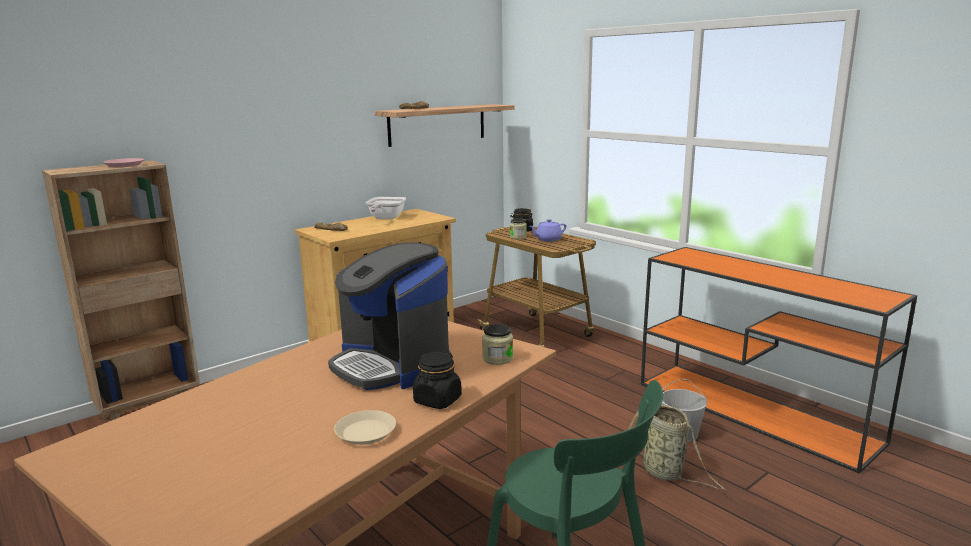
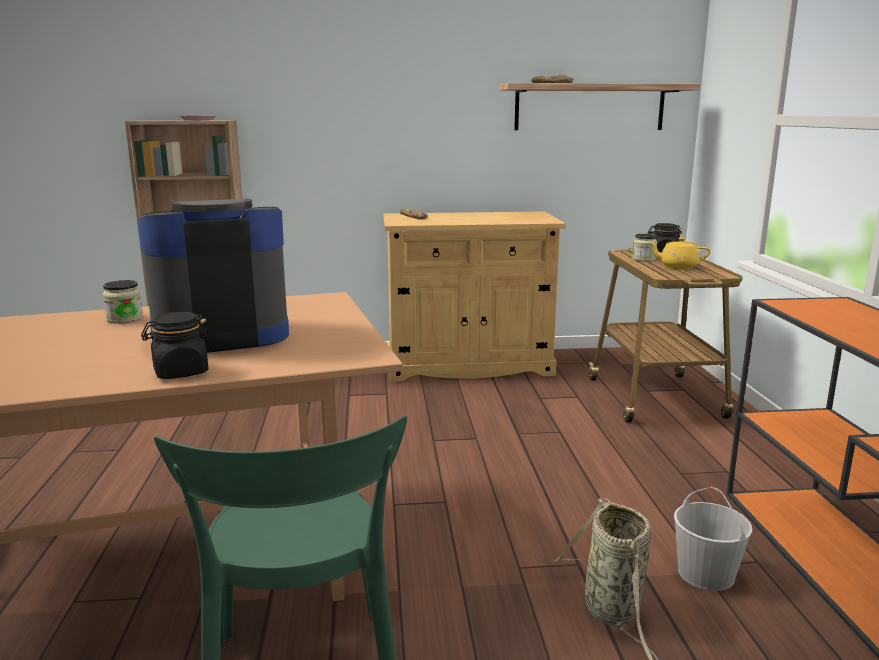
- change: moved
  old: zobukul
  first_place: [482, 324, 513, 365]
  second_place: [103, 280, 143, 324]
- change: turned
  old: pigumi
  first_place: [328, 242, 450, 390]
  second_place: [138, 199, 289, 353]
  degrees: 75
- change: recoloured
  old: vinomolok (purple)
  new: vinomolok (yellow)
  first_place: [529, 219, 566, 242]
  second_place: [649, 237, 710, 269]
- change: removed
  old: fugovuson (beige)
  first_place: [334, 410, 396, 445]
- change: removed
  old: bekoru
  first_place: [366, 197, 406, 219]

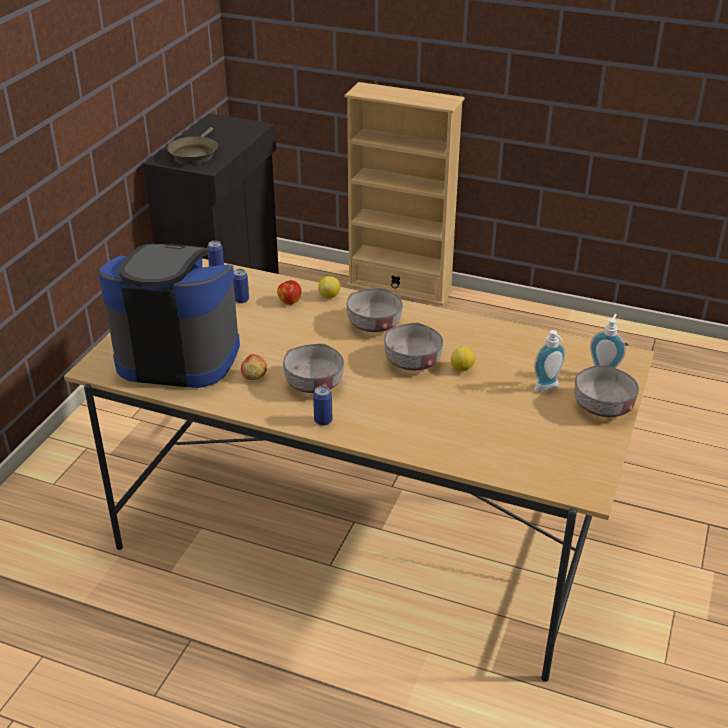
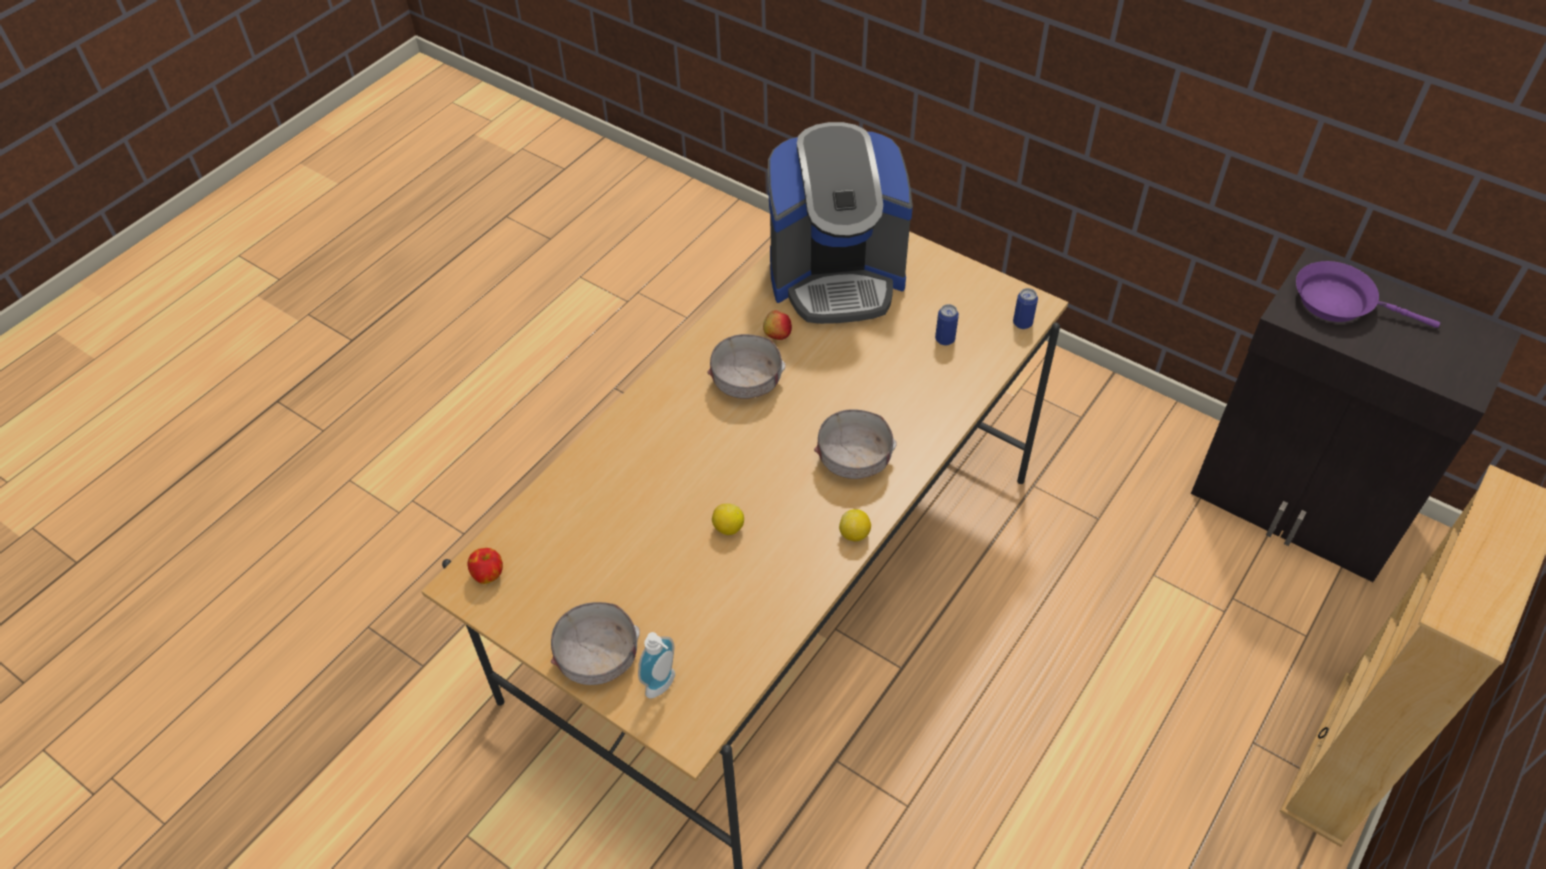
- change: moved
  old: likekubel
  first_place: [277, 280, 302, 305]
  second_place: [468, 548, 503, 584]
- change: turned
  old: pigumi
  first_place: [98, 244, 240, 388]
  second_place: [768, 122, 913, 324]
  degrees: 60
- change: moved
  old: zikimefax
  first_place: [318, 276, 340, 298]
  second_place: [839, 509, 871, 542]
- change: recoloured
  old: bekoru (brown)
  new: bekoru (purple)
  first_place: [167, 127, 218, 165]
  second_place: [1296, 261, 1440, 328]
- change: removed
  old: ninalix
  first_place: [313, 386, 332, 425]
- change: removed
  old: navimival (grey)
  first_place: [384, 323, 443, 370]
- change: removed
  old: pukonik
  first_place: [534, 330, 565, 393]

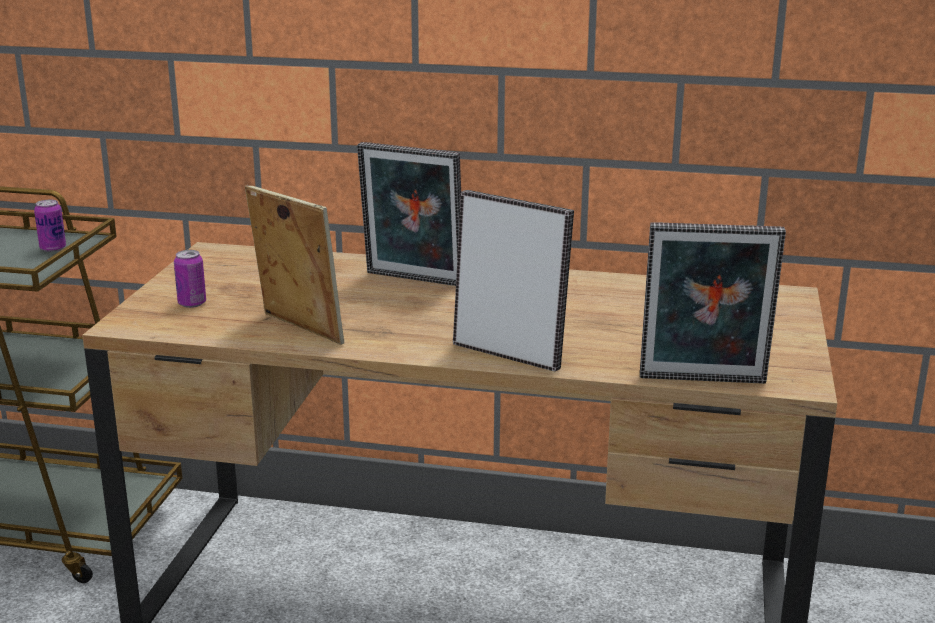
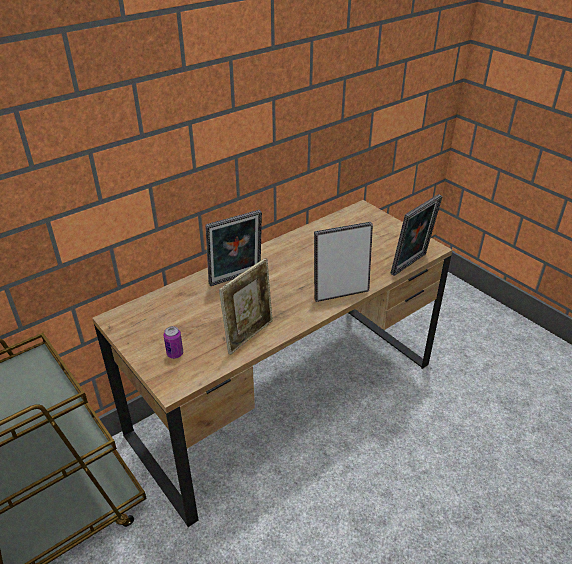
- change: turned
  old: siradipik
  first_place: [245, 185, 344, 345]
  second_place: [219, 258, 273, 355]
  degrees: 135
- change: removed
  old: ninalix
  first_place: [34, 200, 66, 252]

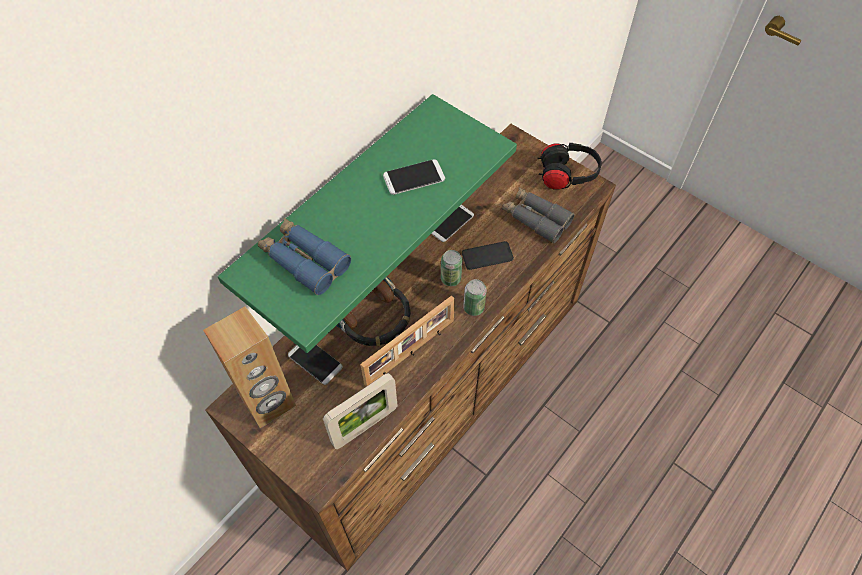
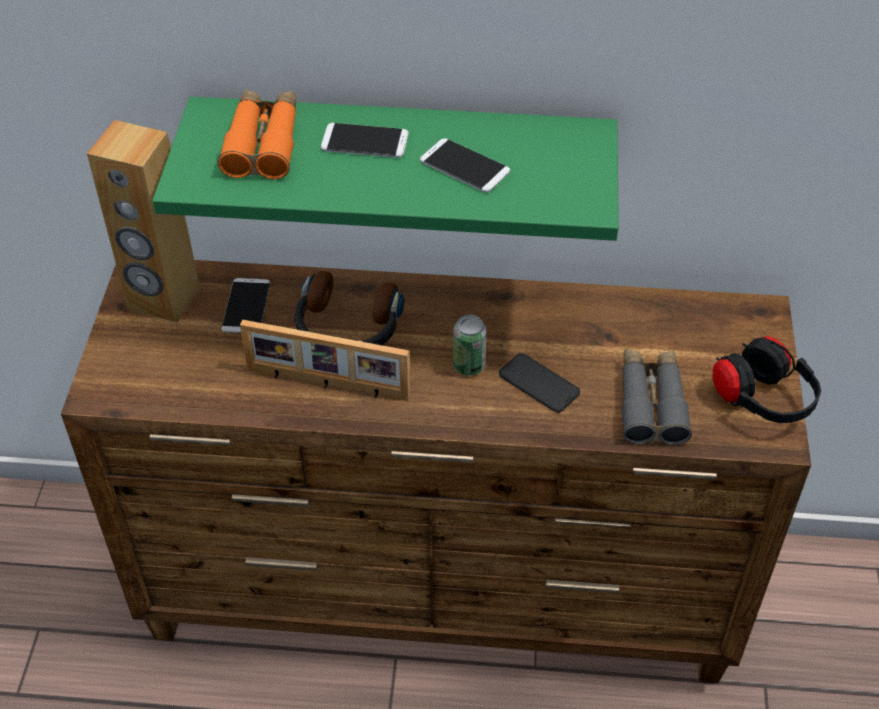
- change: recoloured
  old: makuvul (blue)
  new: makuvul (orange)
  first_place: [258, 218, 351, 295]
  second_place: [218, 90, 296, 179]
- change: moved
  old: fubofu
  first_place: [431, 204, 474, 242]
  second_place: [321, 123, 409, 158]
- change: removed
  old: siradipik
  first_place: [323, 373, 398, 449]
- change: removed
  old: ninalix
  first_place: [463, 279, 487, 316]

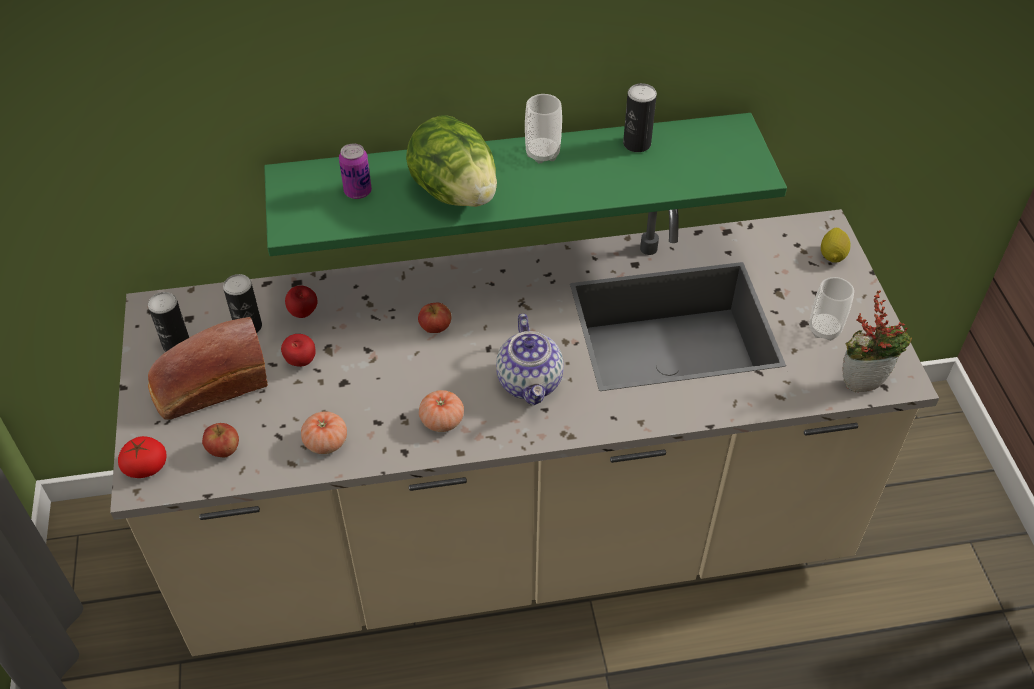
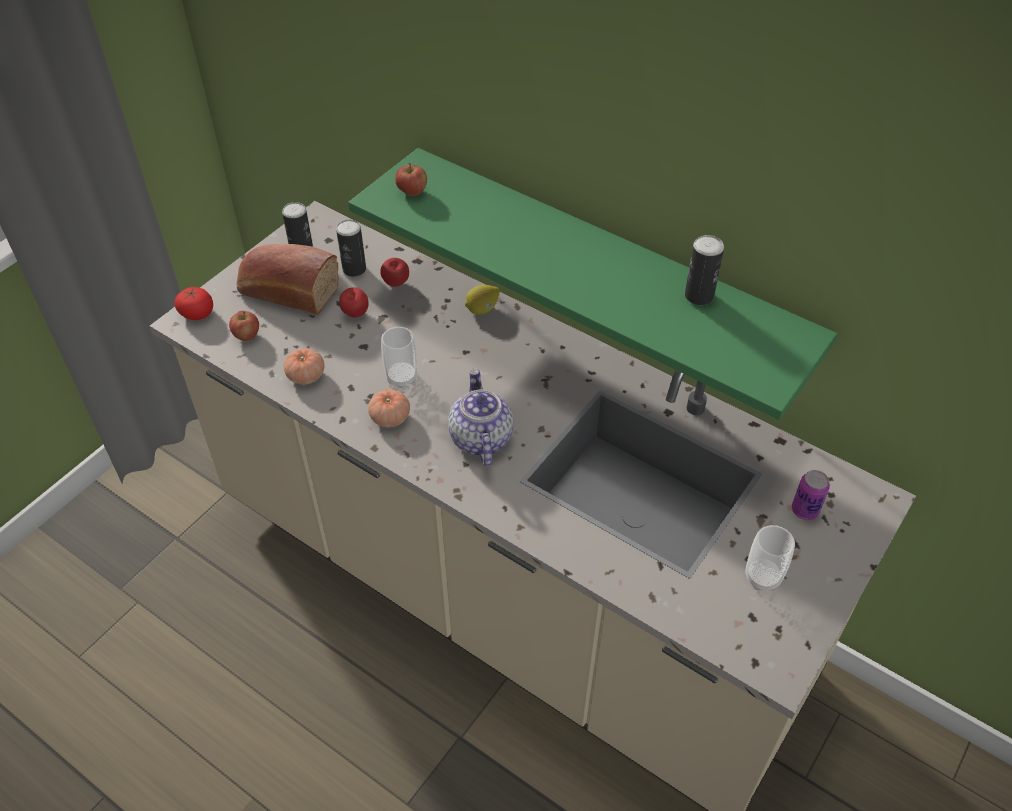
- change: moved
  old: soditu
  first_place: [525, 94, 562, 164]
  second_place: [381, 327, 418, 388]
- change: moved
  old: likekubel
  first_place: [418, 303, 451, 333]
  second_place: [395, 163, 427, 196]
- change: turned
  old: vinomolok
  first_place: [496, 314, 564, 406]
  second_place: [448, 369, 514, 466]
  degrees: 135
- change: moved
  old: zikimefax
  first_place: [821, 228, 851, 263]
  second_place: [465, 285, 500, 314]
- change: moved
  old: ninalix
  first_place: [339, 143, 372, 199]
  second_place: [792, 470, 830, 520]
- change: removed
  old: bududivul
  first_place: [406, 115, 497, 207]
- change: removed
  old: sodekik
  first_place: [842, 290, 912, 392]

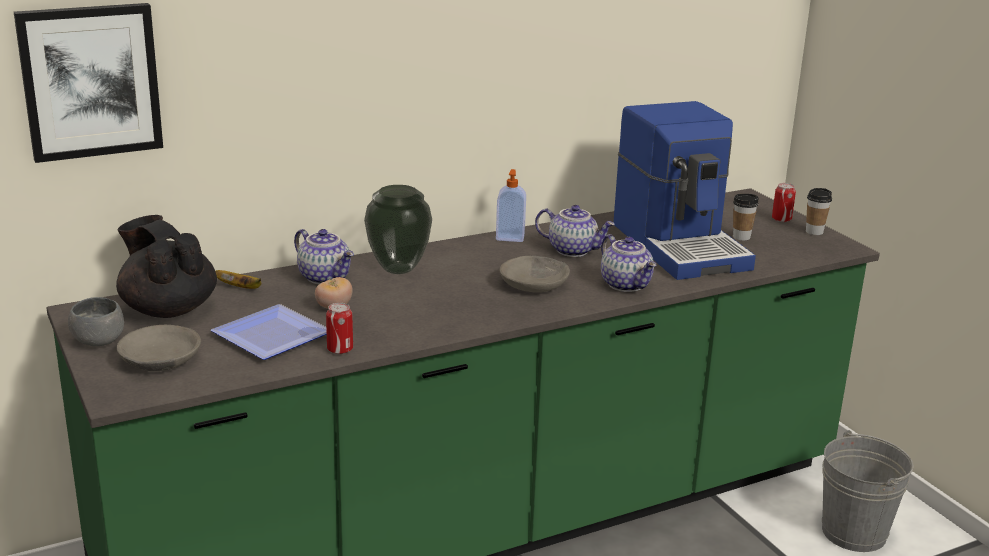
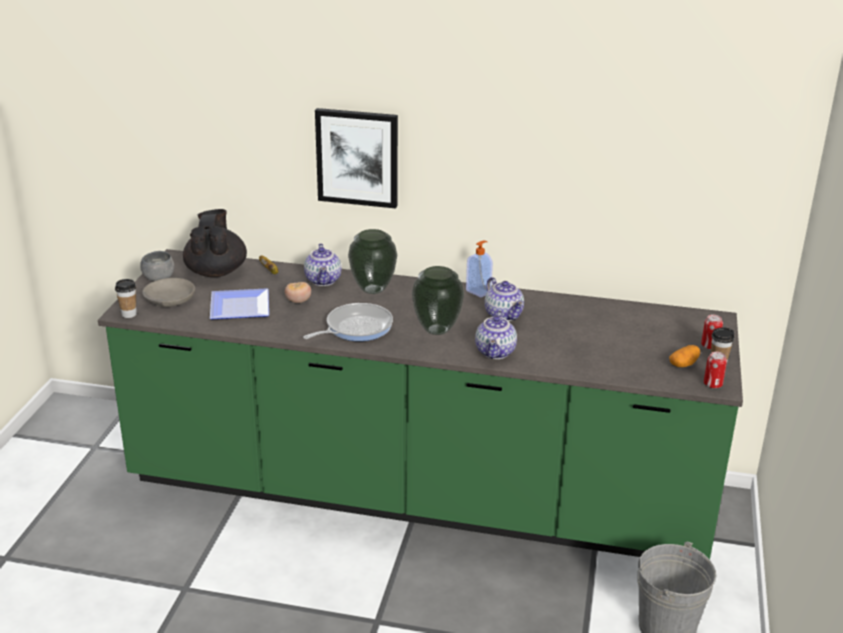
- change: moved
  old: soditu
  first_place: [733, 194, 759, 241]
  second_place: [115, 279, 137, 318]
- change: added
  new: bekoru
  second_place: [303, 303, 393, 341]
- change: moved
  old: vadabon
  first_place: [14, 3, 163, 163]
  second_place: [315, 108, 398, 208]
- change: replaced
  old: navimival (grey)
  new: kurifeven
  first_place: [500, 256, 570, 292]
  second_place: [412, 266, 464, 335]
- change: added
  new: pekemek
  second_place: [669, 345, 700, 367]
- change: moved
  old: ninalix
  first_place: [326, 303, 353, 354]
  second_place: [704, 351, 727, 389]
- change: removed
  old: pigumi
  first_place: [613, 101, 756, 280]

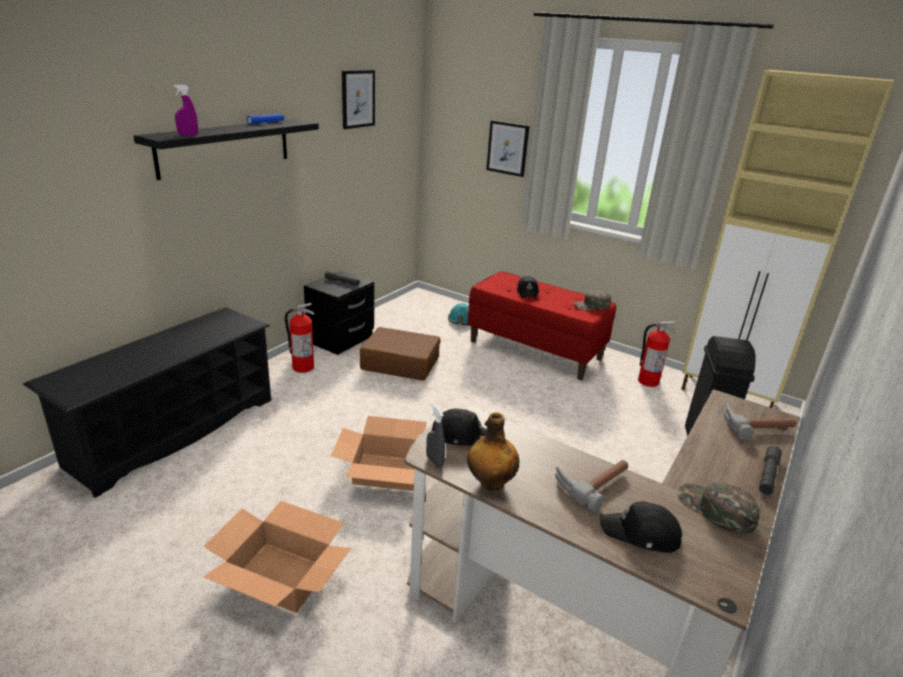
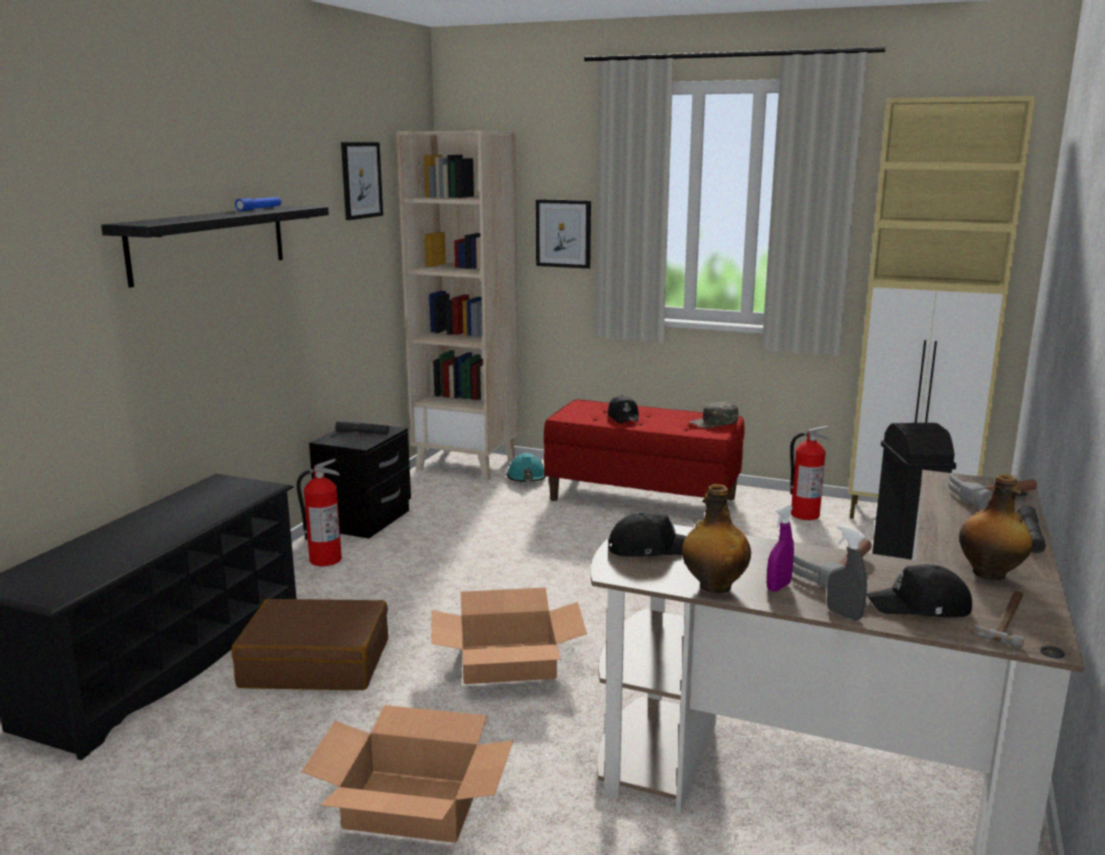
- change: moved
  old: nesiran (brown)
  first_place: [360, 327, 440, 381]
  second_place: [231, 599, 388, 690]
- change: added
  new: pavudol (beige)
  second_place: [396, 131, 519, 480]
- change: moved
  old: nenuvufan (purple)
  first_place: [173, 85, 198, 136]
  second_place: [767, 504, 794, 592]
- change: moved
  old: nenuvufan (grey)
  first_place: [426, 404, 445, 468]
  second_place: [827, 525, 867, 621]
- change: replaced
  old: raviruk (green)
  new: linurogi
  first_place: [678, 482, 760, 534]
  second_place: [959, 474, 1032, 580]
- change: added
  new: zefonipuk
  second_place: [970, 591, 1024, 649]

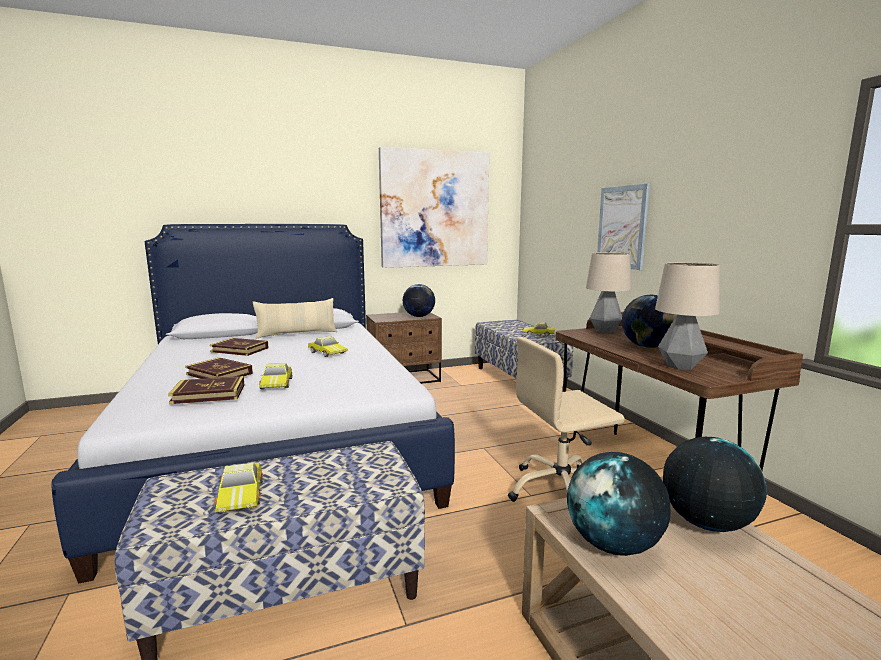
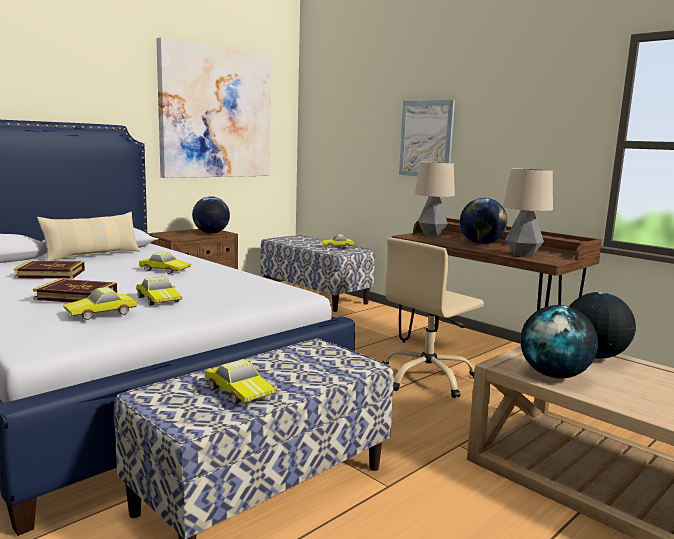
- change: replaced
  old: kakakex
  new: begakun
  first_place: [168, 376, 245, 404]
  second_place: [64, 287, 137, 320]

